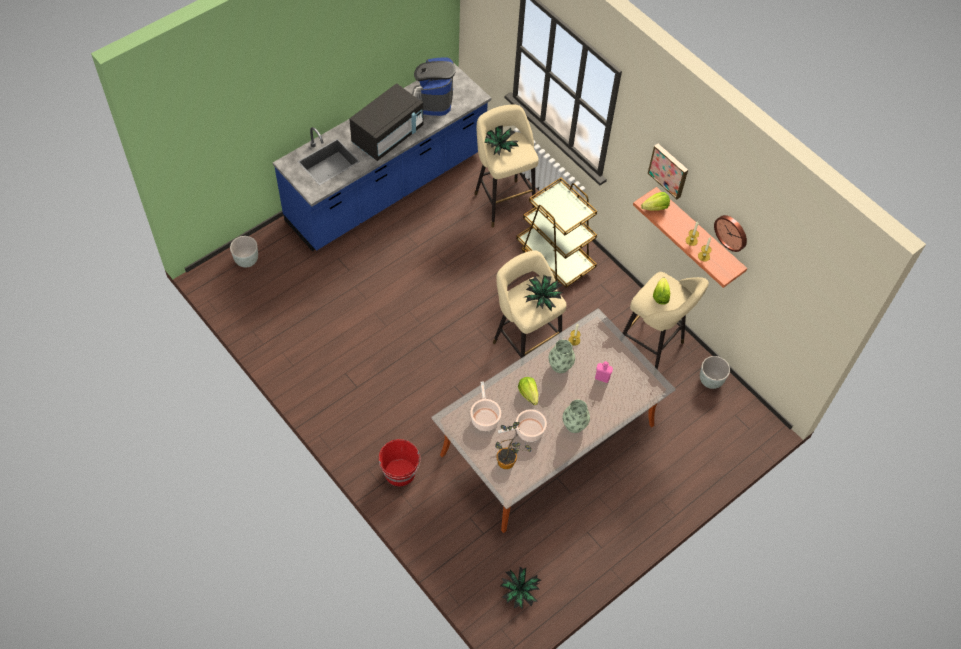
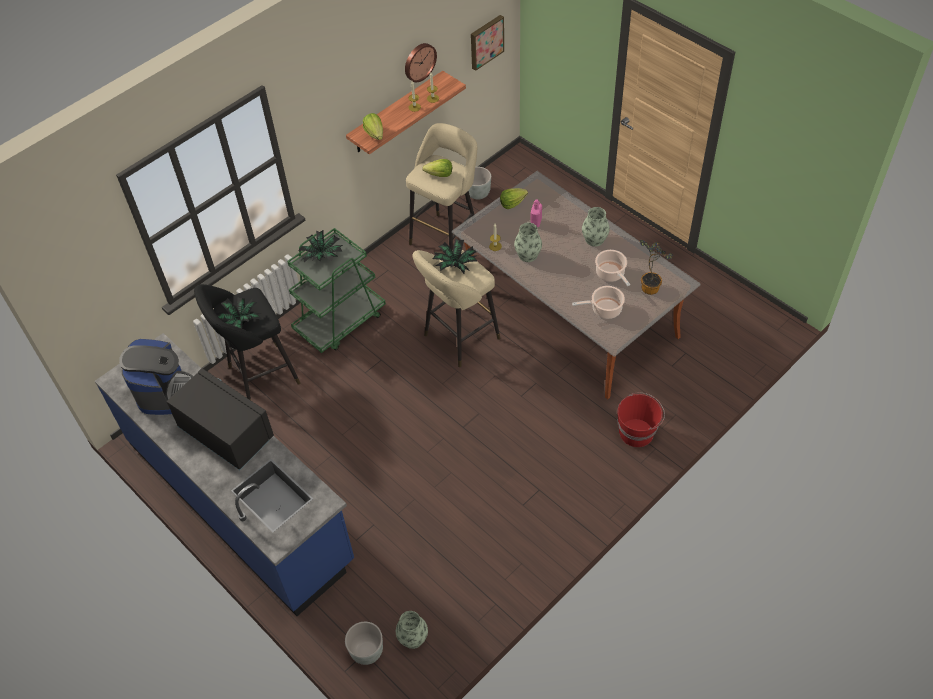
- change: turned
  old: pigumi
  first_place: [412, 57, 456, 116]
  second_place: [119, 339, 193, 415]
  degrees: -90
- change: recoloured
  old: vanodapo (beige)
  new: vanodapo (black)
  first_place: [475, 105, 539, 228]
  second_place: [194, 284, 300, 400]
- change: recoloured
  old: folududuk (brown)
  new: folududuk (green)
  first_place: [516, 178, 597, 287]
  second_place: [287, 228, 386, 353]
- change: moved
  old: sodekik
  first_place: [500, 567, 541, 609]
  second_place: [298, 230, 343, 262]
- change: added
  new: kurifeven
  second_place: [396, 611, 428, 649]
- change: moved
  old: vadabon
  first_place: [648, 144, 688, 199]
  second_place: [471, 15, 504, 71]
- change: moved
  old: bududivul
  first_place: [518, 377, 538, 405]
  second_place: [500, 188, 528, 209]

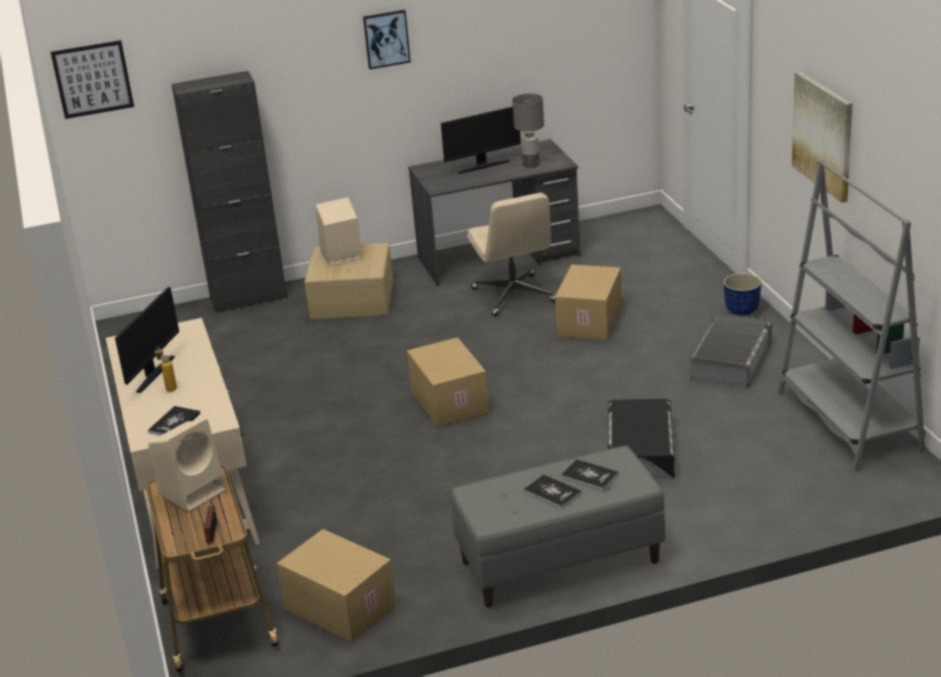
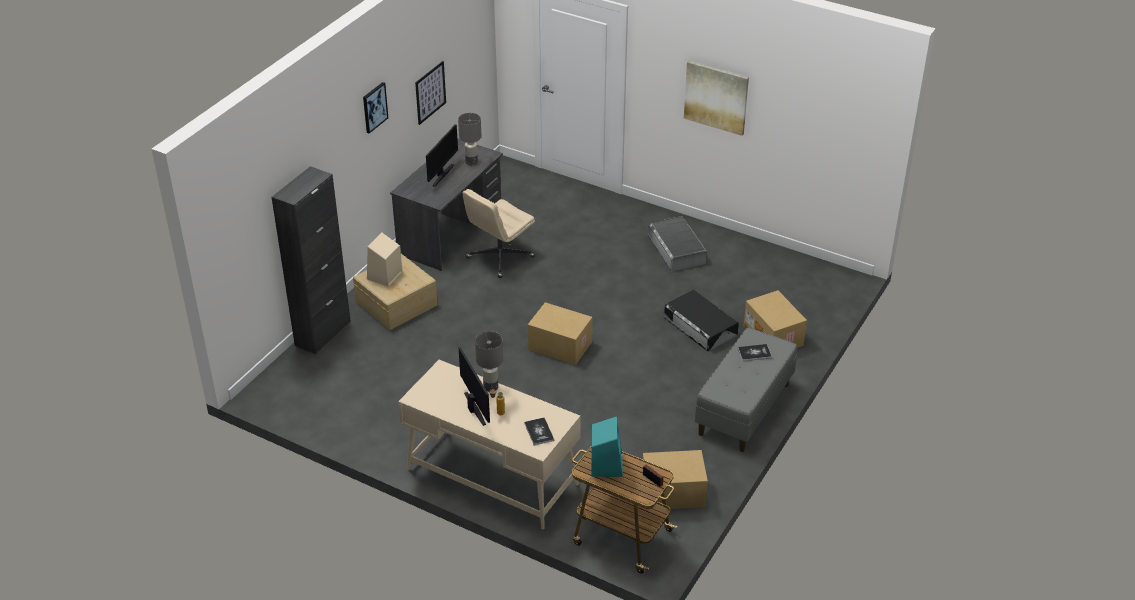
- change: moved
  old: vadabon
  first_place: [51, 40, 134, 119]
  second_place: [415, 61, 446, 125]
- change: turned
  old: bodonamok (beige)
  first_place: [467, 193, 555, 316]
  second_place: [463, 189, 535, 278]
  degrees: 105
- change: added
  new: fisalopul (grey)
  second_place: [475, 331, 503, 392]
- change: recoloured
  old: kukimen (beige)
  new: kukimen (turquoise)
  first_place: [148, 419, 226, 512]
  second_place: [591, 417, 623, 477]
- change: moved
  old: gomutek
  first_place: [555, 264, 622, 340]
  second_place: [744, 290, 807, 348]
- change: removed
  old: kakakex
  first_place: [523, 475, 582, 509]
- change: removed
  old: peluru
  first_place: [723, 273, 762, 316]
- change: removed
  old: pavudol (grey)
  first_place: [777, 159, 926, 471]

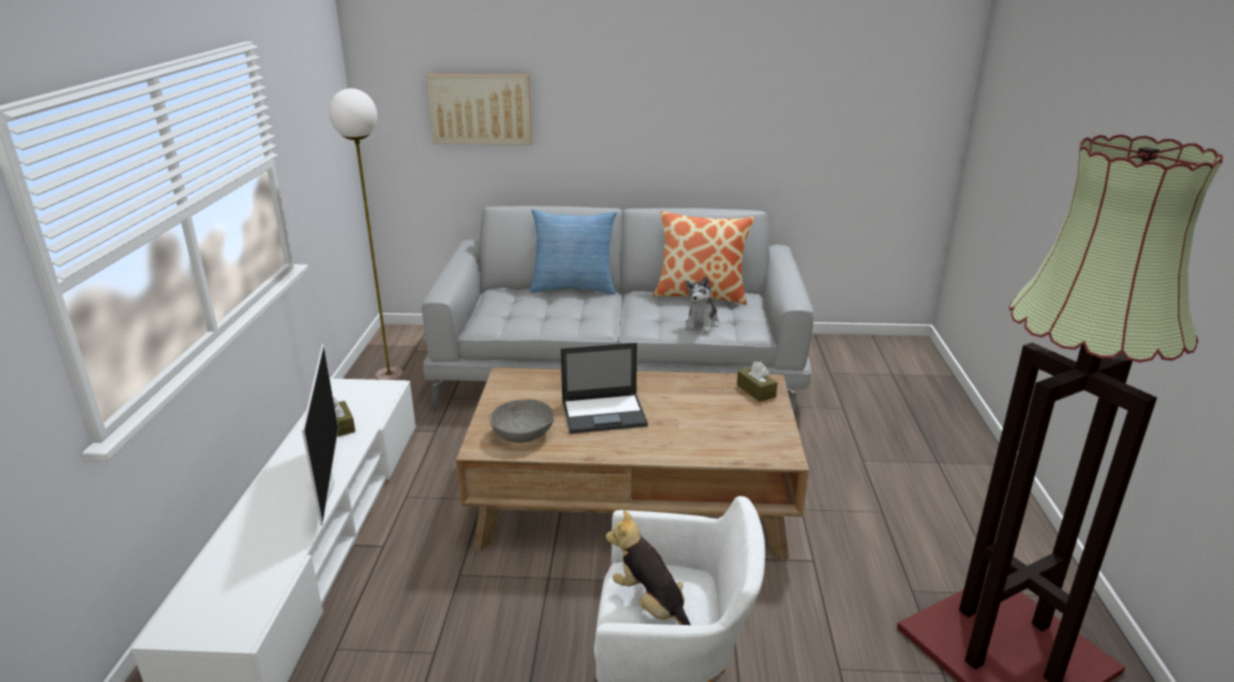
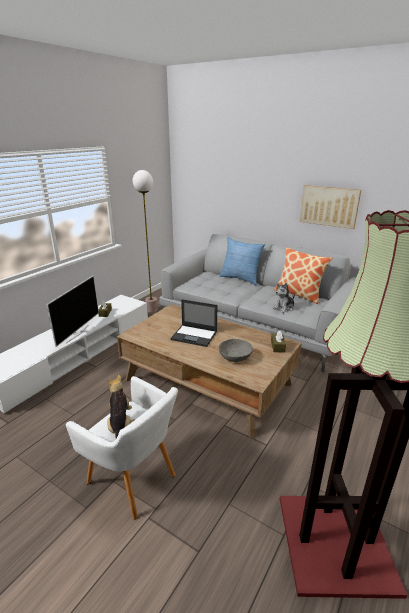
- change: moved
  old: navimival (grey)
  first_place: [490, 399, 554, 443]
  second_place: [219, 339, 253, 362]
- change: moved
  old: vadabon
  first_place: [426, 74, 532, 145]
  second_place: [300, 185, 361, 229]

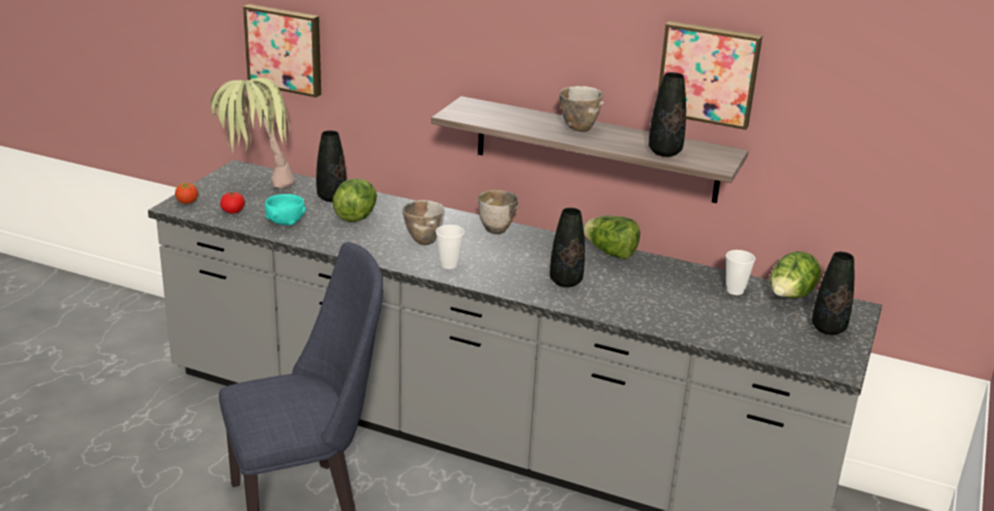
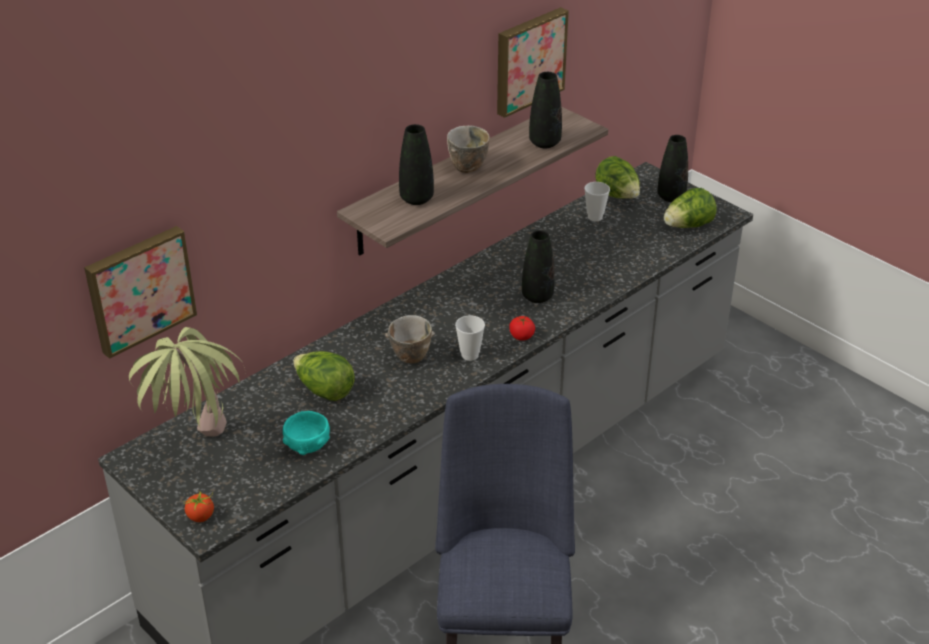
- change: moved
  old: kurifeven (black)
  first_place: [316, 130, 347, 202]
  second_place: [399, 124, 434, 205]
- change: moved
  old: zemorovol
  first_place: [220, 192, 245, 213]
  second_place: [509, 316, 535, 341]
- change: moved
  old: bududivul
  first_place: [583, 216, 640, 259]
  second_place: [664, 188, 717, 228]
- change: removed
  old: navimival
  first_place: [477, 190, 519, 234]

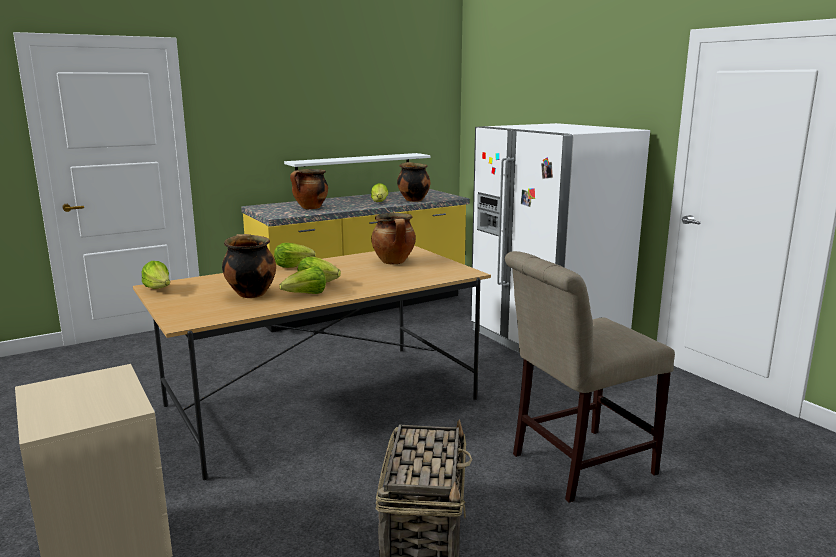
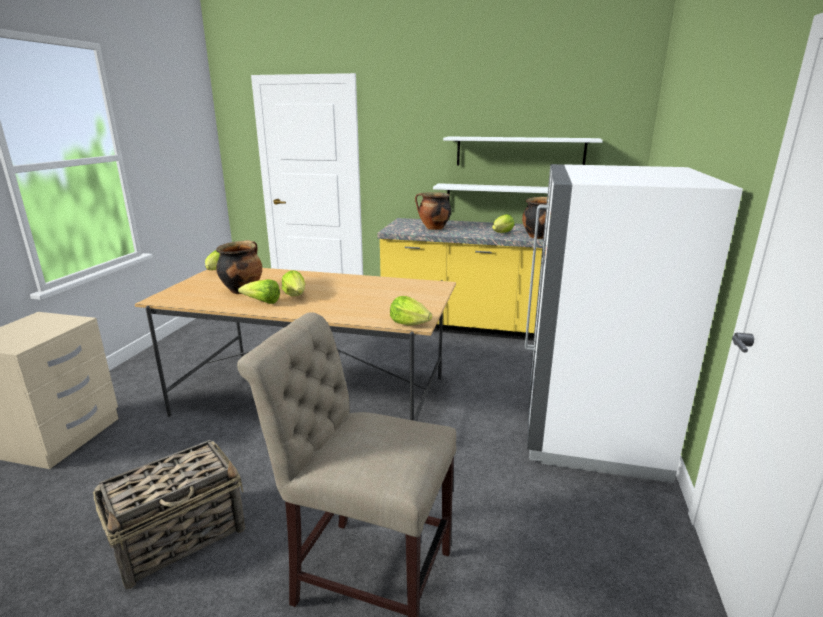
- change: moved
  old: bududivul
  first_place: [274, 243, 316, 268]
  second_place: [390, 296, 432, 325]
- change: added
  new: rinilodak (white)
  second_place: [443, 137, 603, 165]
- change: removed
  old: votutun
  first_place: [371, 213, 416, 264]

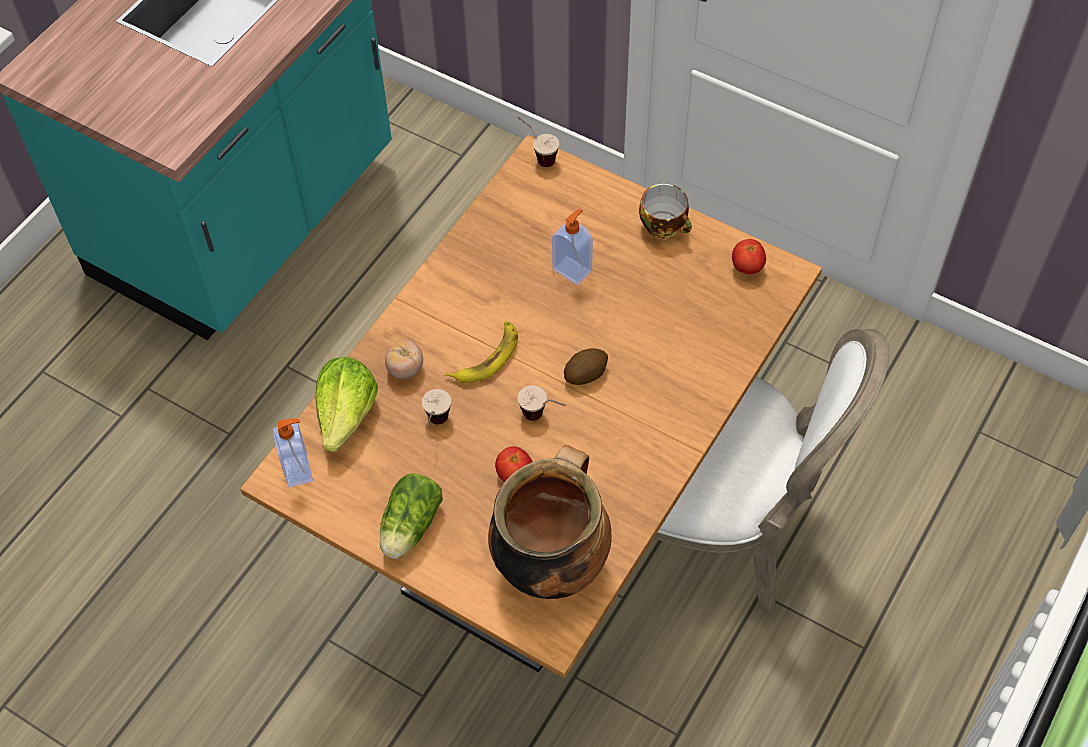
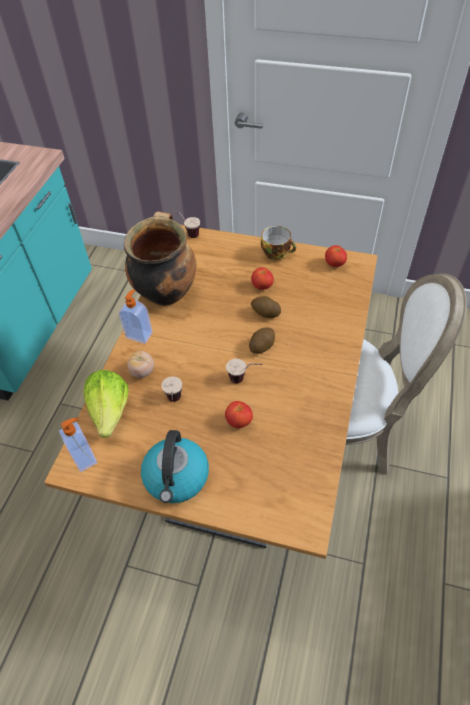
- change: moved
  old: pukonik
  first_place: [552, 209, 593, 285]
  second_place: [119, 289, 153, 344]
- change: moved
  old: votutun
  first_place: [488, 445, 611, 599]
  second_place: [124, 212, 196, 306]
- change: replaced
  old: bududivul
  new: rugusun
  first_place: [380, 473, 443, 559]
  second_place: [141, 430, 209, 503]
- change: added
  new: zemorovol
  second_place: [251, 267, 274, 290]
- change: added
  new: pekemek
  second_place: [251, 296, 281, 318]
- change: removed
  old: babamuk
  first_place: [445, 321, 518, 383]

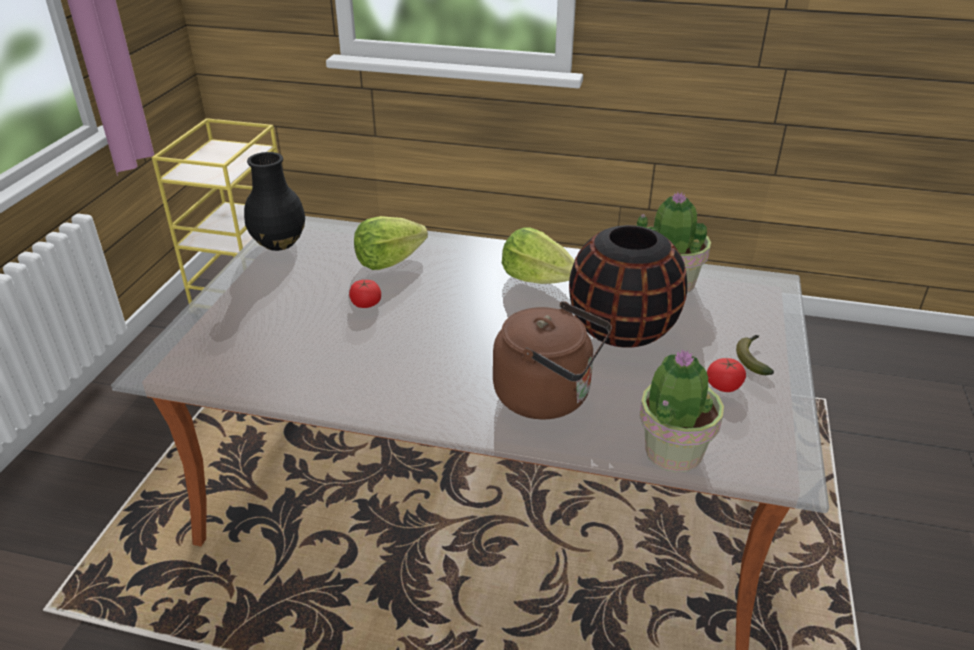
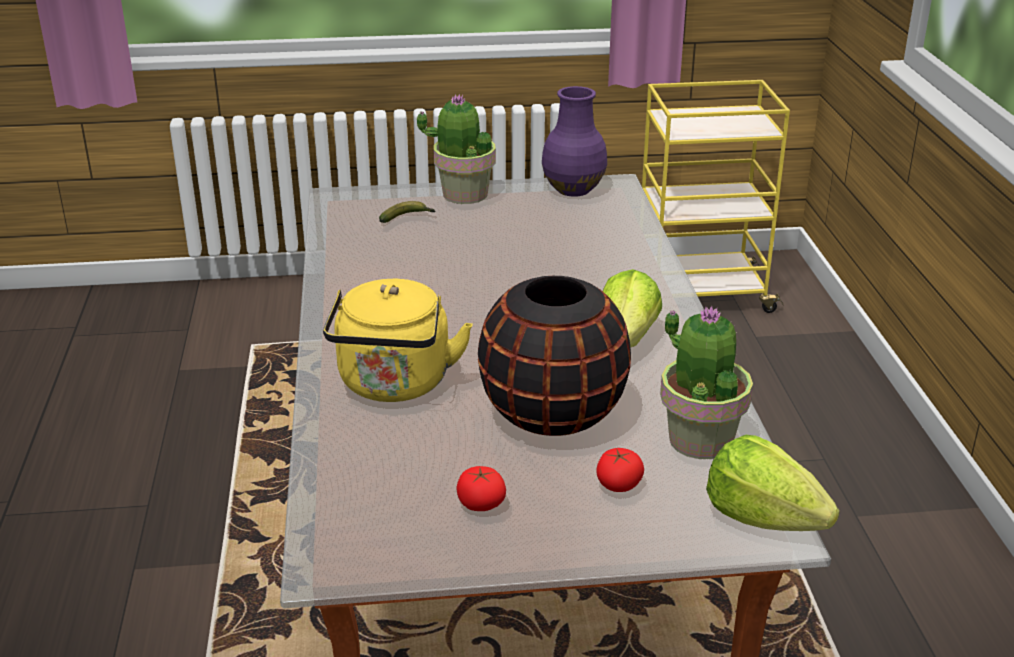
- change: recoloured
  old: rugusun (brown)
  new: rugusun (yellow)
  first_place: [493, 301, 612, 419]
  second_place: [323, 279, 473, 402]
- change: moved
  old: babamuk
  first_place: [736, 335, 774, 375]
  second_place: [379, 201, 436, 223]
- change: moved
  old: sodekik
  first_place: [639, 349, 724, 472]
  second_place: [417, 94, 496, 204]
- change: recoloured
  old: kurifeven (black)
  new: kurifeven (purple)
  first_place: [244, 152, 305, 251]
  second_place: [542, 86, 607, 197]
- change: moved
  old: zemorovol
  first_place: [349, 280, 381, 308]
  second_place: [596, 448, 644, 492]
- change: moved
  old: bududivul
  first_place: [354, 216, 428, 270]
  second_place: [706, 435, 840, 531]

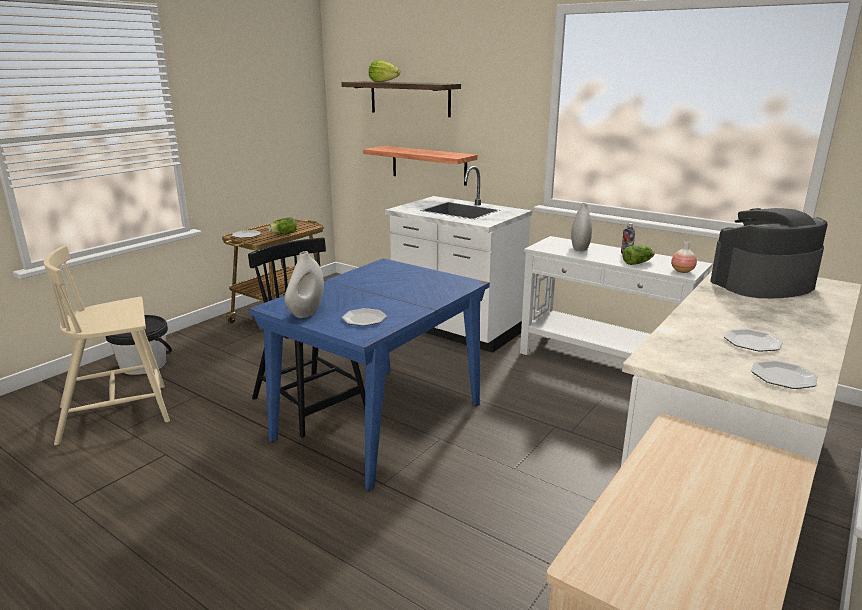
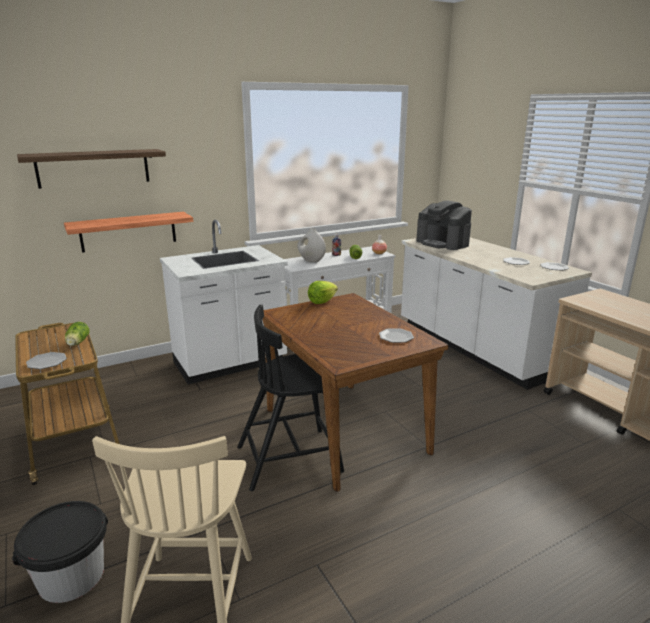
- change: recoloured
  old: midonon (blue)
  new: midonon (brown)
  first_place: [248, 258, 490, 491]
  second_place: [262, 293, 449, 492]
- change: moved
  old: bududivul
  first_place: [369, 60, 400, 82]
  second_place: [308, 281, 338, 304]
- change: turned
  old: pigumi
  first_place: [710, 208, 828, 298]
  second_place: [416, 201, 472, 250]
  degrees: -45
- change: removed
  old: kurifeven (white)
  first_place: [284, 251, 324, 318]

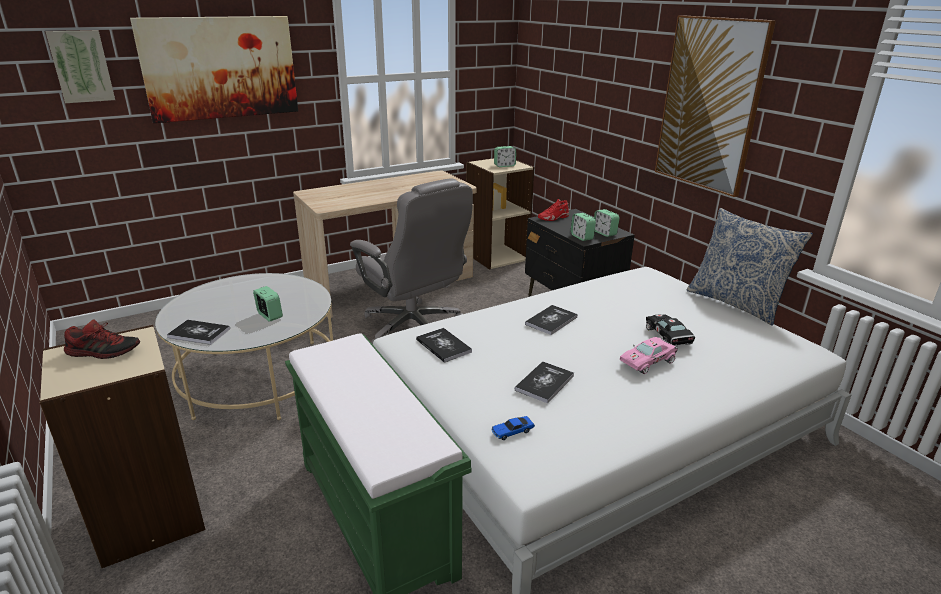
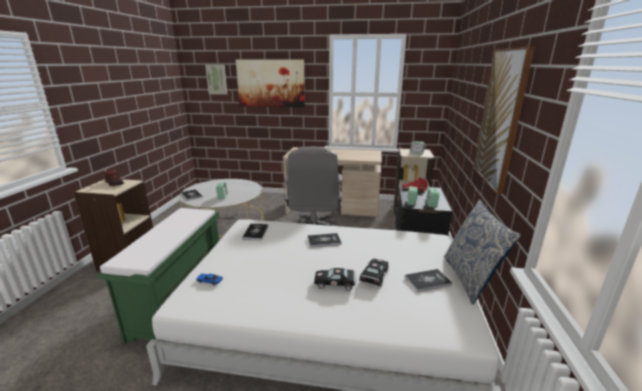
- change: recoloured
  old: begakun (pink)
  new: begakun (black)
  first_place: [620, 337, 678, 374]
  second_place: [314, 268, 355, 291]
- change: moved
  old: kakakex
  first_place: [515, 361, 574, 404]
  second_place: [405, 269, 452, 292]

